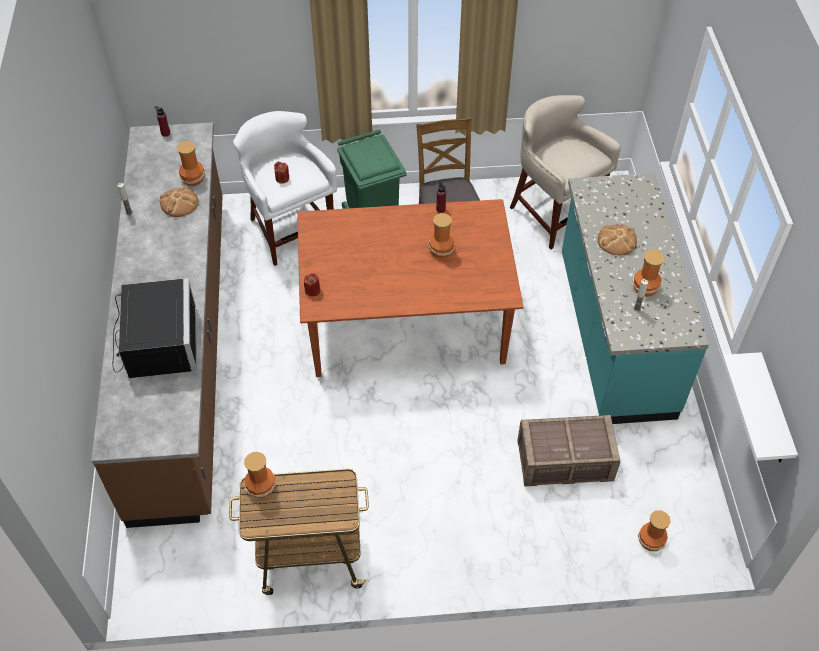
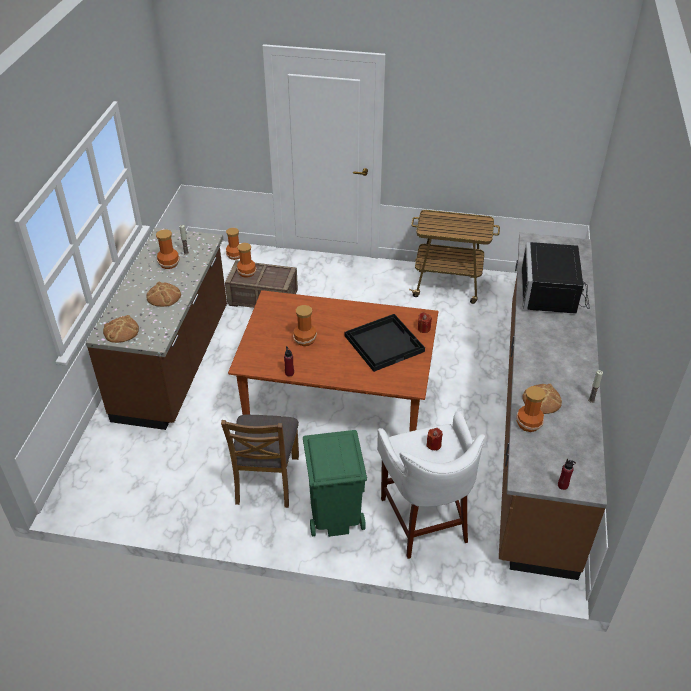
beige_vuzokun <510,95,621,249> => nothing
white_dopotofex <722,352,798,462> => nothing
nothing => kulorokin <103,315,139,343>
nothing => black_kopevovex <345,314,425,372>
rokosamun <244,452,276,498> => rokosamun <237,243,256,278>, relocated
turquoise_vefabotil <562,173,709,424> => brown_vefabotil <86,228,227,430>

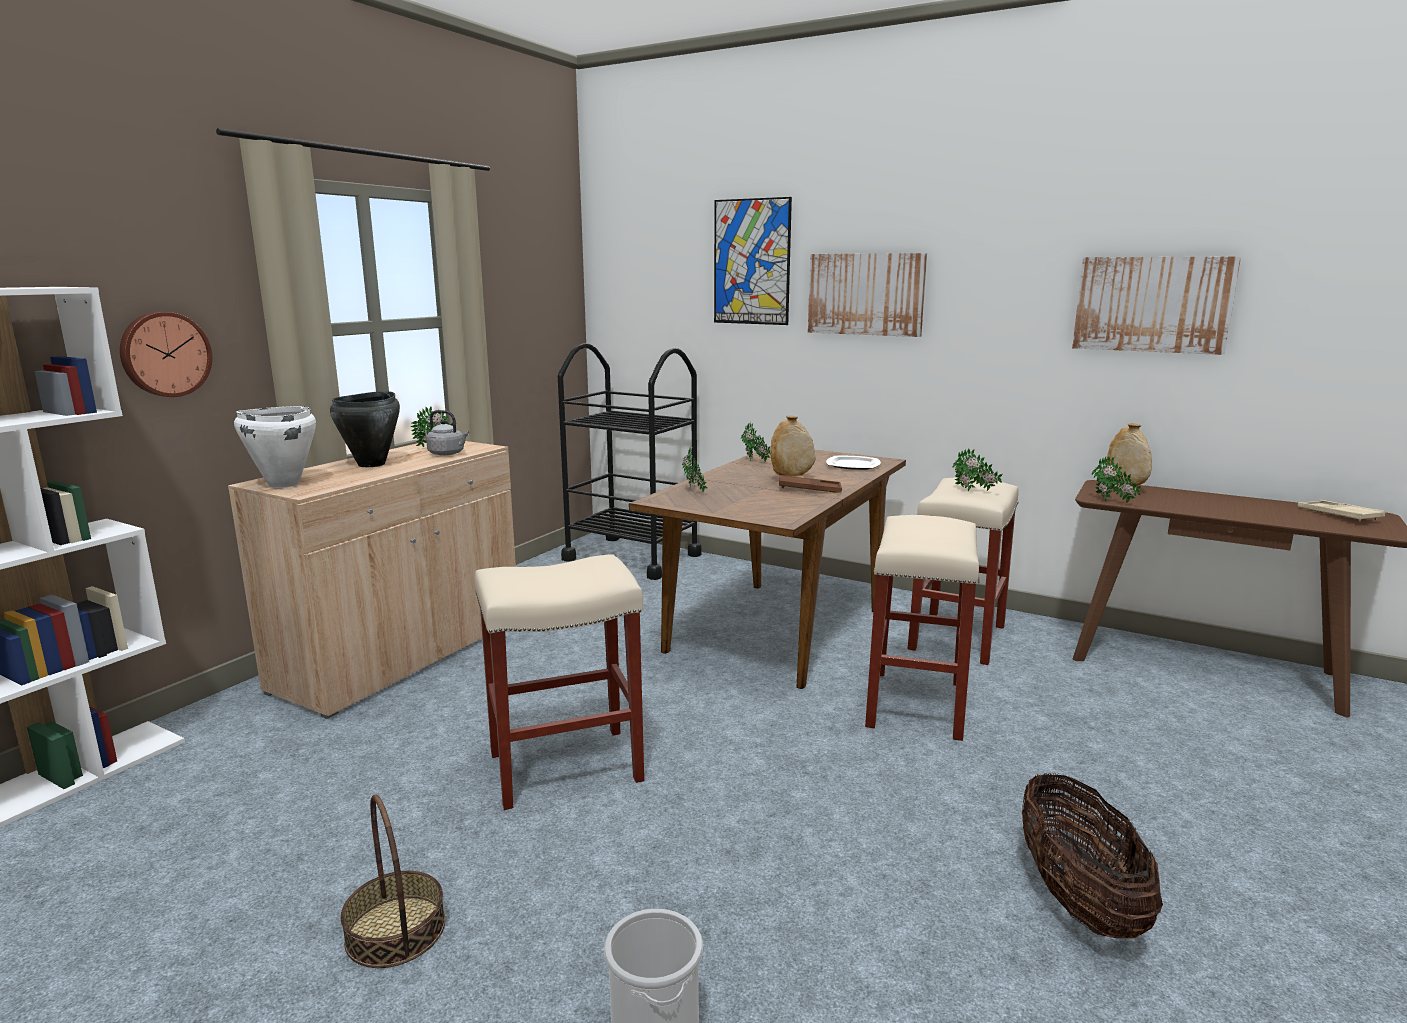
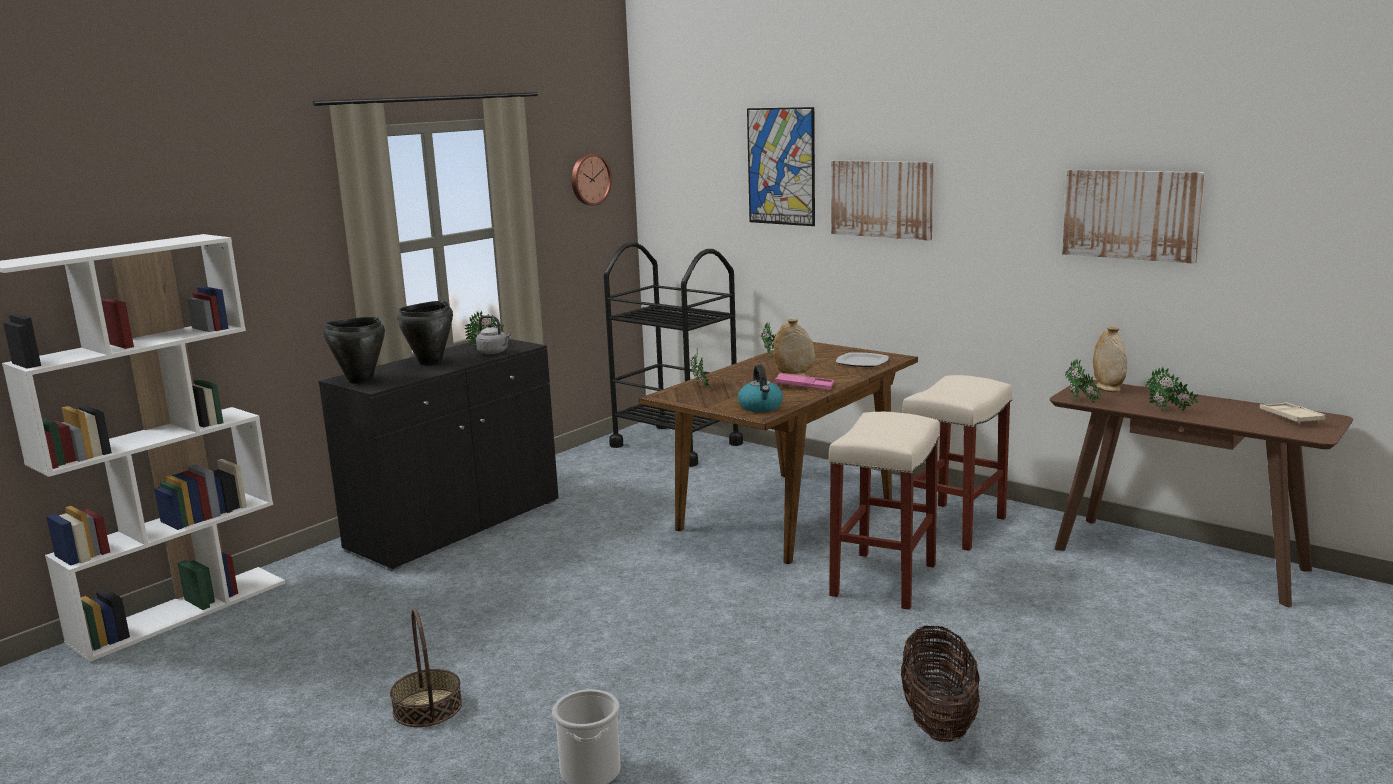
beige_vuzokun <475,554,644,810> => nothing
nothing => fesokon <738,365,783,412>
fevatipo <120,312,212,397> => fevatipo <572,154,612,206>, relocated
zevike <953,448,1003,491> => zevike <1146,367,1198,411>, relocated
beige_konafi <228,441,516,719> => black_konafi <319,339,559,571>
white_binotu <234,406,316,488> => black_binotu <324,317,385,384>
brown_kopevovex <779,475,842,493> => pink_kopevovex <775,373,834,390>

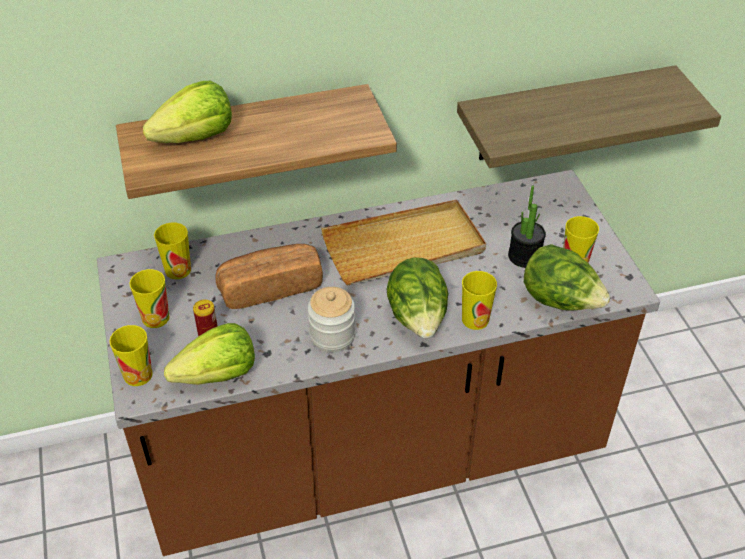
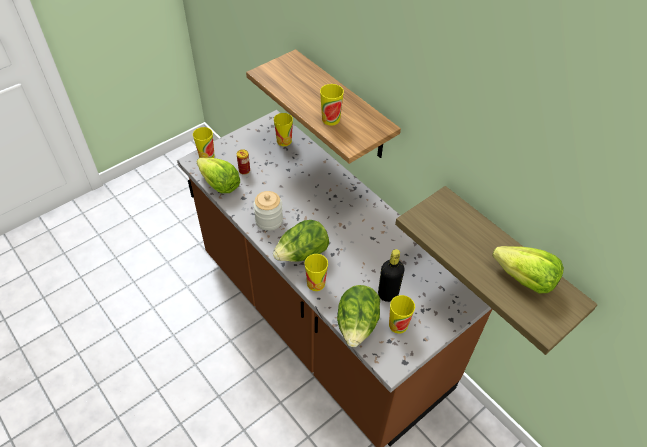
kulorokin <216,244,323,309> => nothing
beige_kopevovex <321,200,486,285> => nothing
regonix <129,269,170,328> => regonix <320,84,344,126>, relocated
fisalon <143,81,232,143> => fisalon <492,246,564,294>, relocated
zevike <508,185,546,268> => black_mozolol <378,249,405,302>

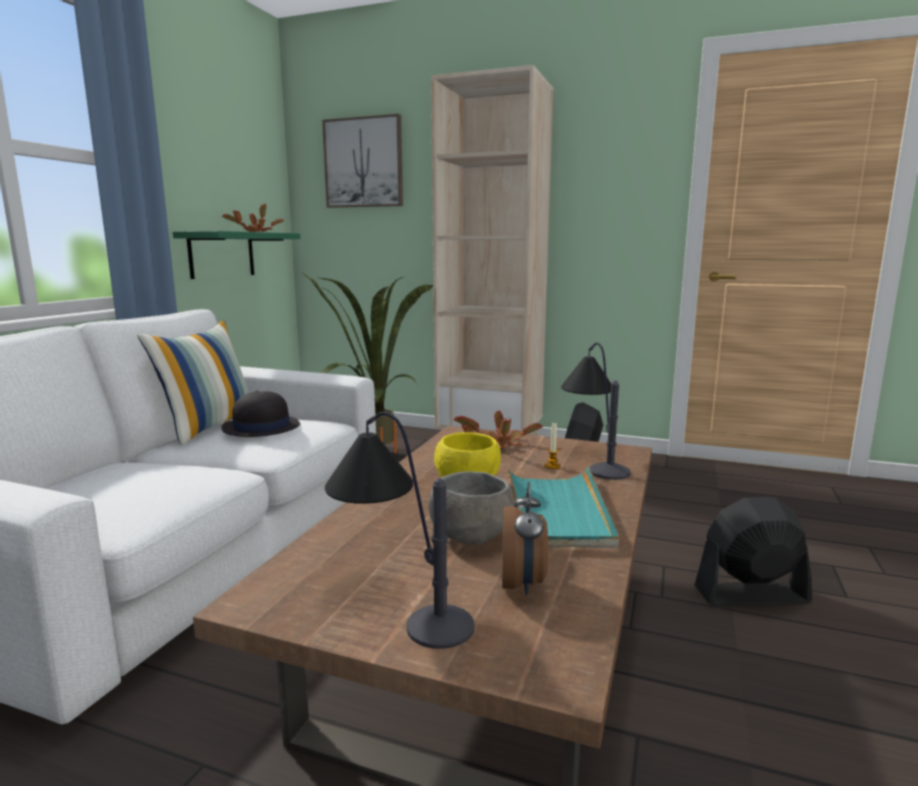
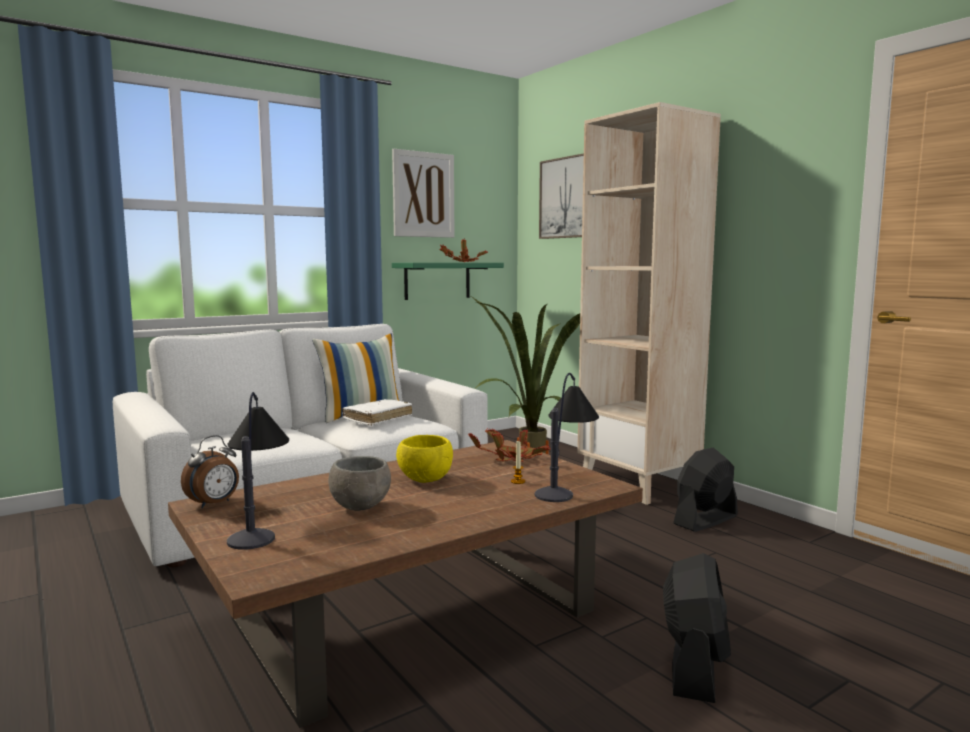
turquoise_kopevovex <507,467,619,548> => nothing
nothing => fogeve <392,149,454,238>
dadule <502,482,548,596> => dadule <181,435,239,508>, relocated
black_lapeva <221,390,300,437> => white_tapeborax <342,399,412,426>
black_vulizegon <694,497,812,607> => black_vulizegon <663,553,731,703>, 75 degrees clockwise

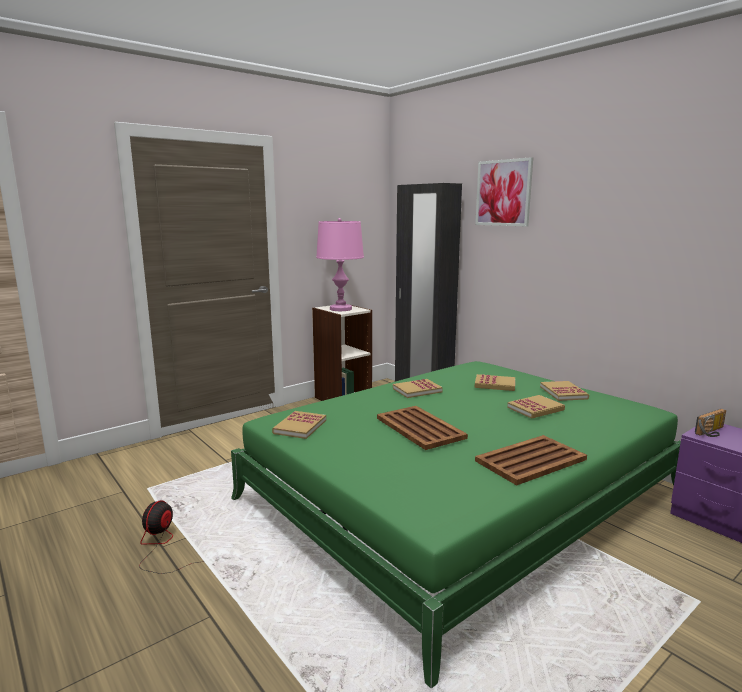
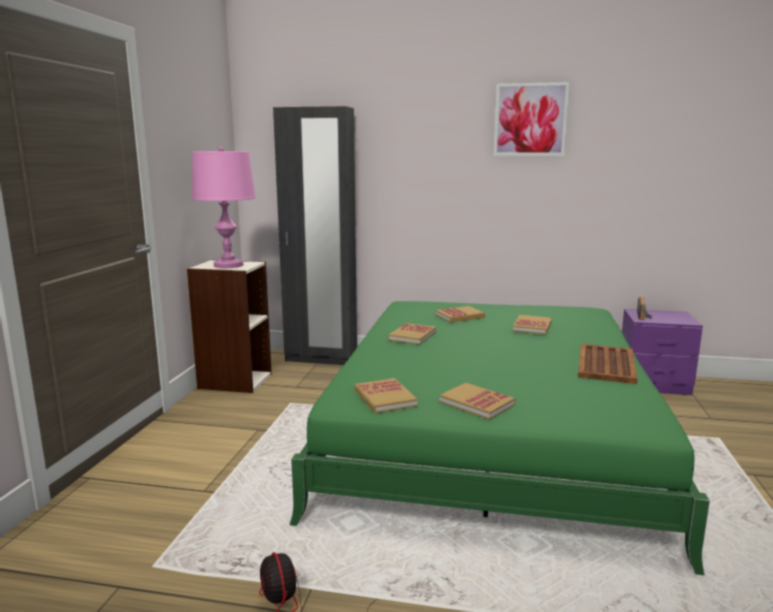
brown_kopevovex <377,406,468,450> => nothing
fogeve <475,157,533,226> => fogeve <494,82,569,156>, relocated
tapeborax <540,381,589,401> => tapeborax <439,383,516,420>, relocated

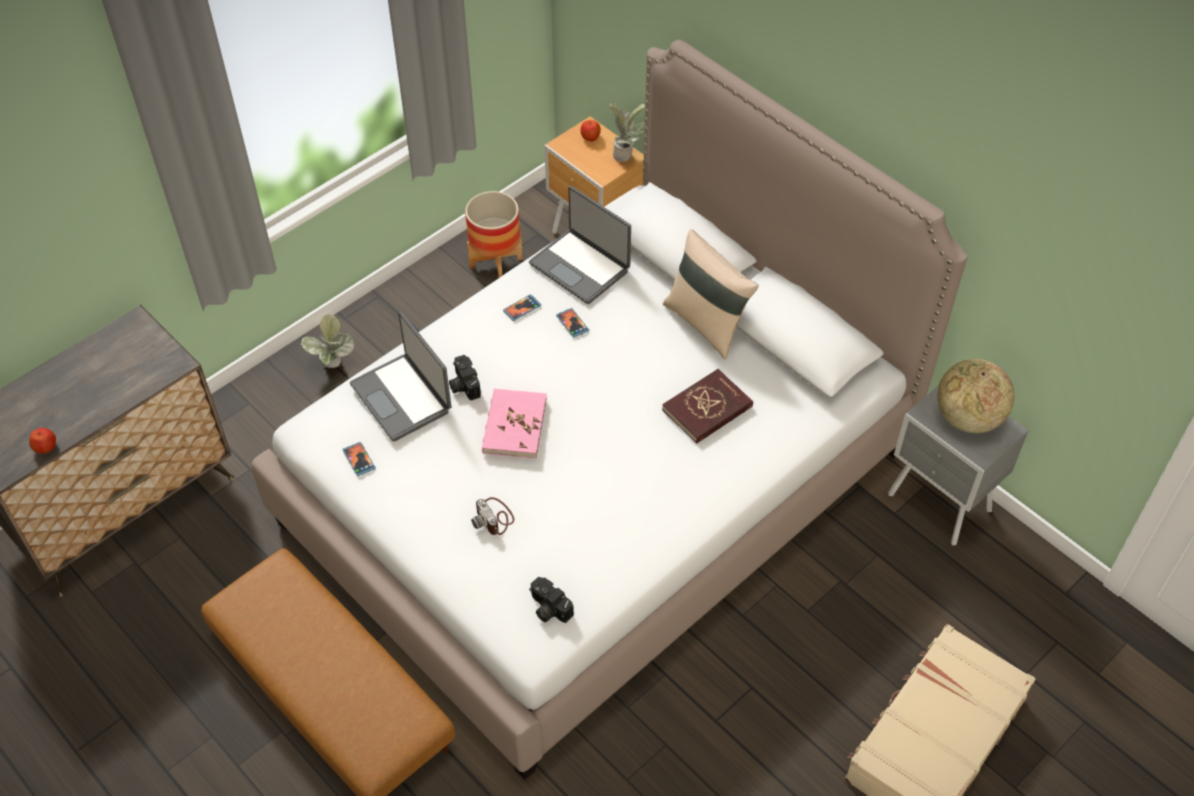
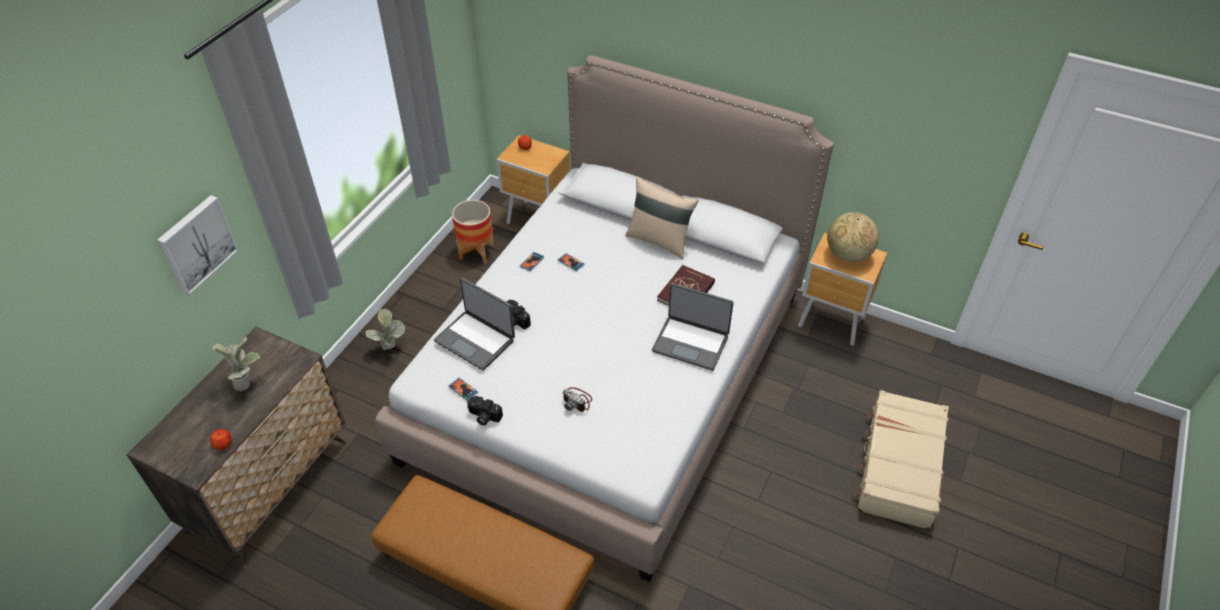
pink_tapeborax <482,388,547,459> => nothing
nothing => fogeve <157,195,239,295>
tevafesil <529,186,631,304> => tevafesil <652,283,734,371>, relocated
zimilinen <529,577,574,623> => zimilinen <467,396,503,425>, relocated
zevike <609,103,645,162> => zevike <212,337,260,391>, relocated
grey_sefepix <888,385,1029,546> => brown_sefepix <798,233,887,346>

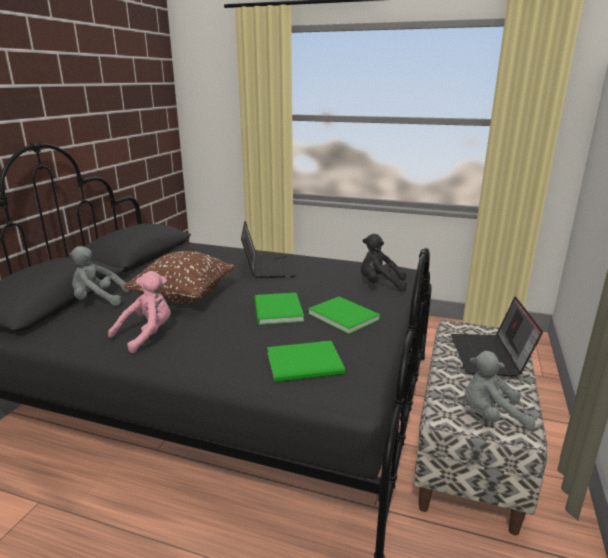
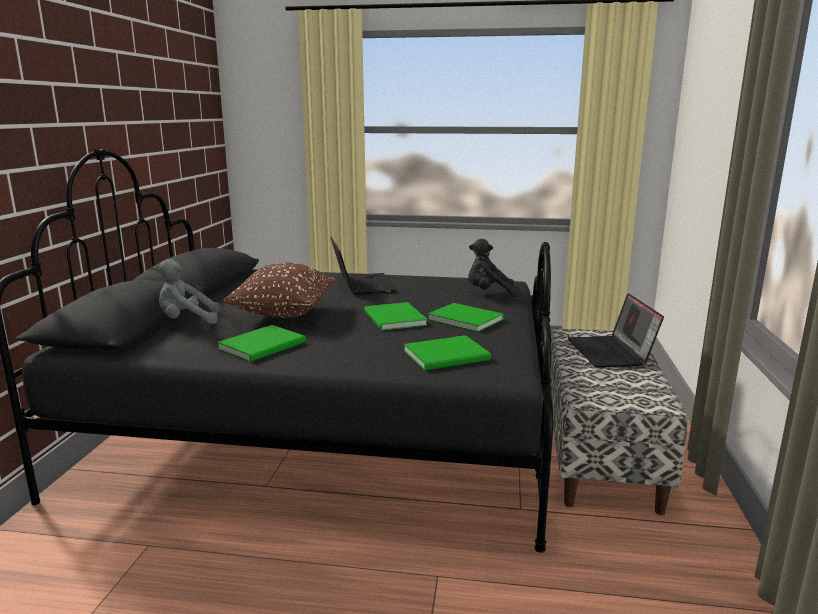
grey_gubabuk <465,351,536,430> => nothing
pink_gubabuk <108,271,171,353> => green_tapeborax <217,325,306,362>

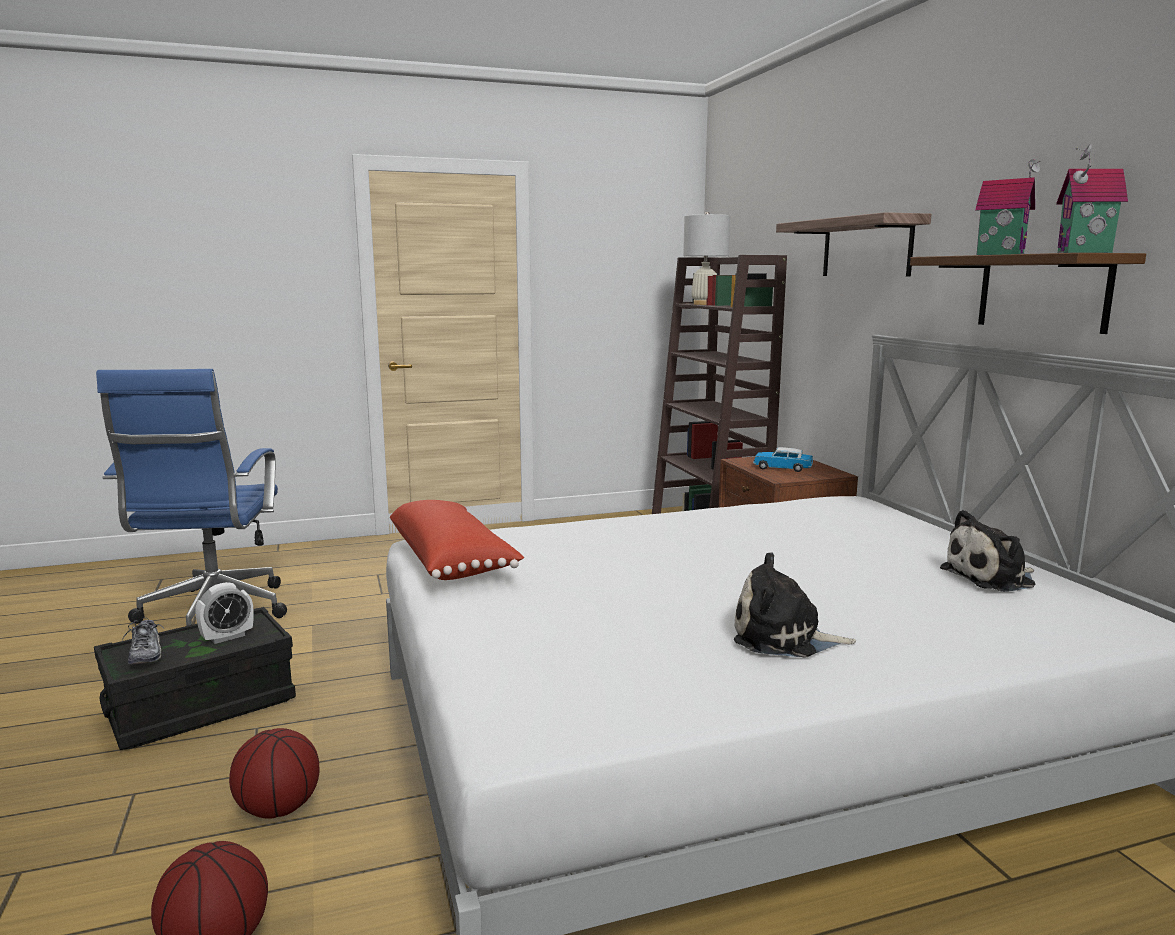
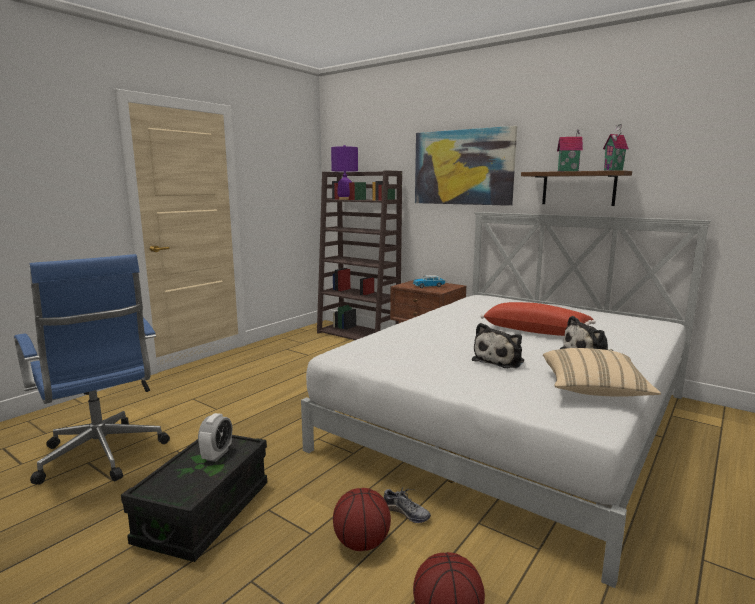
nothing => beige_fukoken <543,348,661,397>
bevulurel <122,618,164,665> => bevulurel <383,487,431,523>, relocated
red_fukoken <390,500,524,580> => red_fukoken <480,302,596,336>, relocated
gubabuk <940,510,1035,592> => gubabuk <472,323,524,368>, relocated
dopotofex <776,212,932,276> => fogeve <415,126,517,206>
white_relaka <683,212,730,305> => purple_relaka <331,145,358,200>

